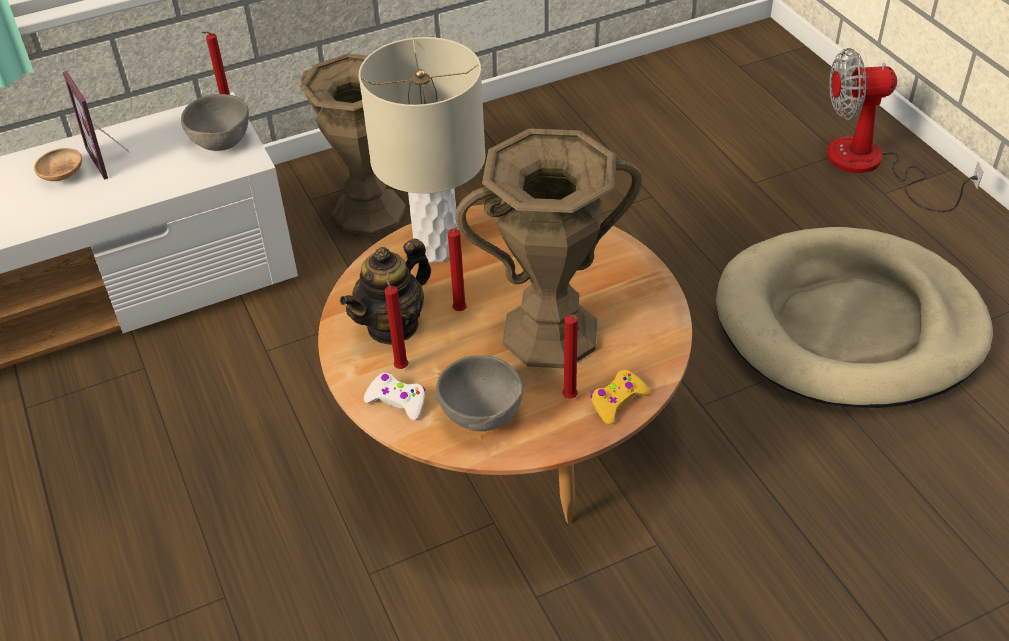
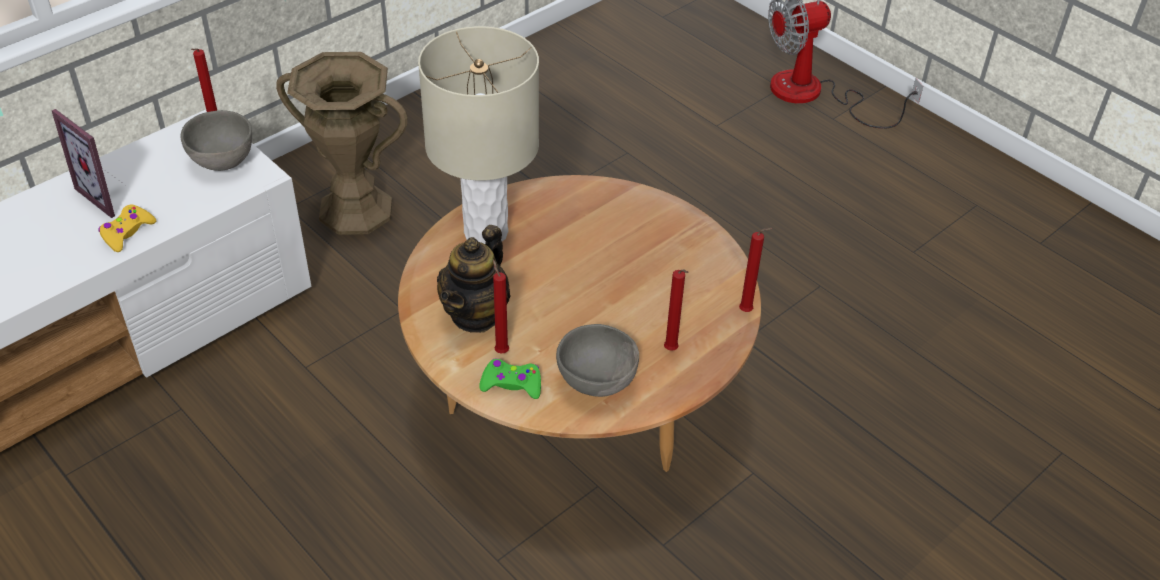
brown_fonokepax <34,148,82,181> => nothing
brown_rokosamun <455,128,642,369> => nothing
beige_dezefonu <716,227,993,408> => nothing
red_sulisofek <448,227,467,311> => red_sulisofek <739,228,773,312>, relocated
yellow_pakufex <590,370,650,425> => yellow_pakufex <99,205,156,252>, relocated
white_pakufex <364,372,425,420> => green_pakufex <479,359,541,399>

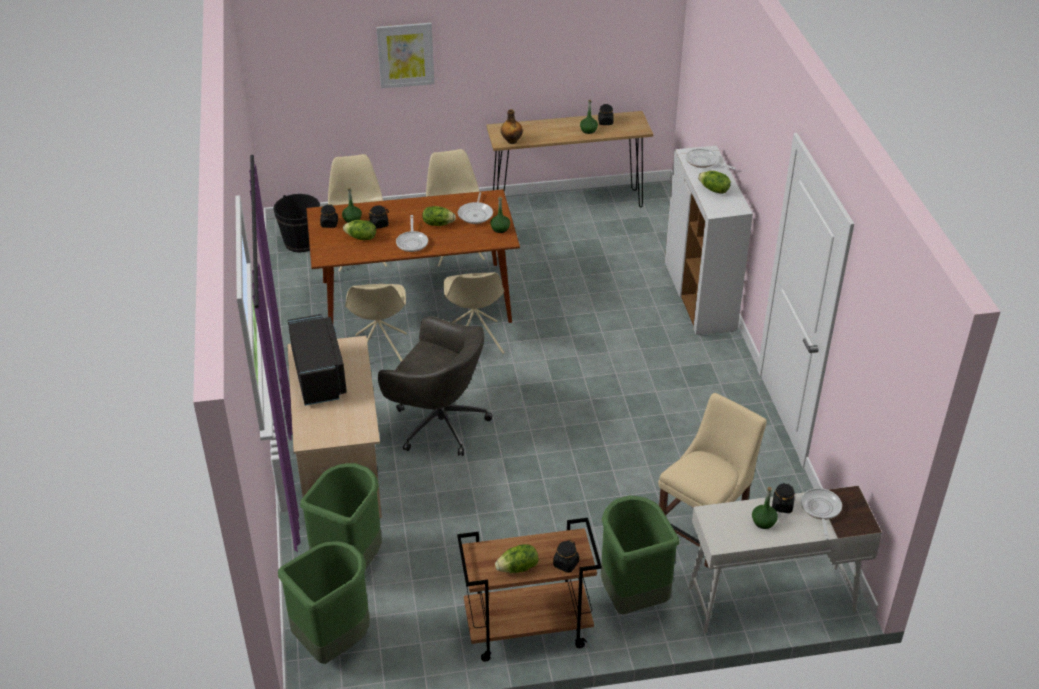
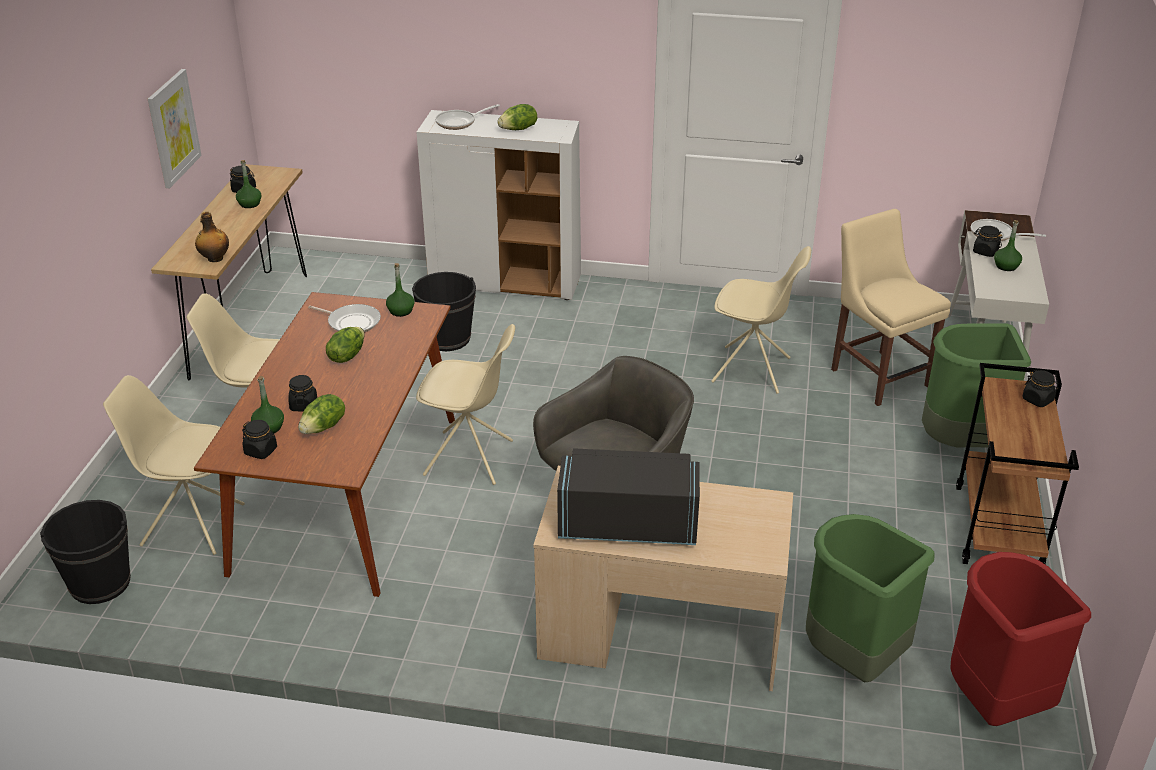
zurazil <396,215,428,252> => nothing
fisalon <495,544,539,573> => nothing
nothing => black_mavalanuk <412,272,476,351>
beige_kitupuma <345,284,407,362> => beige_kitupuma <711,246,811,394>, relocated
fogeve <376,23,435,89> => fogeve <148,69,202,188>, relocated
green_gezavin <278,541,370,664> => red_gezavin <950,552,1091,726>

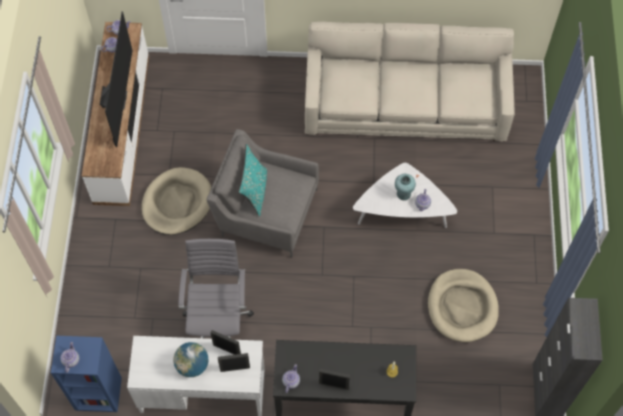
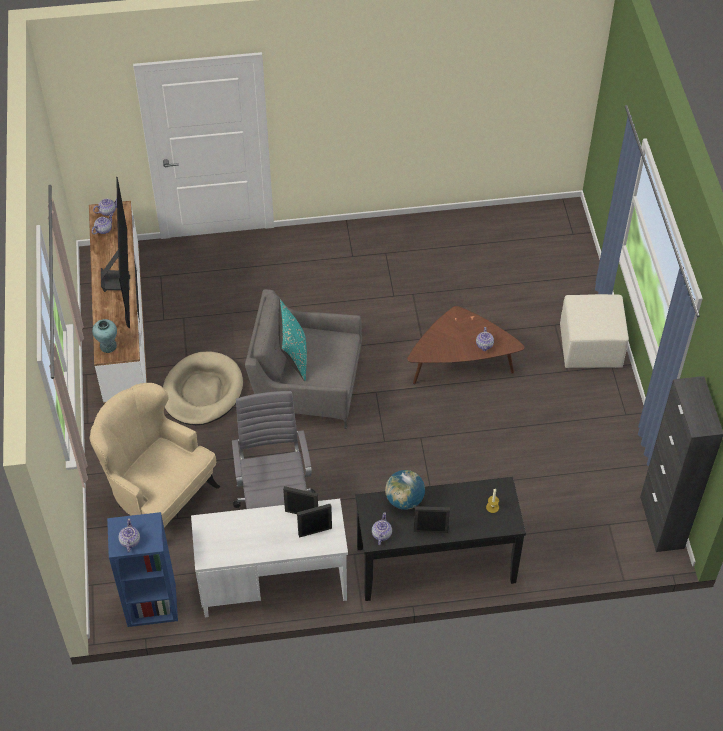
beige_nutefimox <305,22,515,141> => nothing
beige_dezefonu <428,269,499,343> => nothing
nothing => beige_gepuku <89,383,220,527>
nothing => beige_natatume <560,294,629,368>
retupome <173,342,208,377> => retupome <385,470,425,510>, relocated
turquoise_rokosamun <395,174,416,200> => turquoise_rokosamun <92,319,117,353>, relocated
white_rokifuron <353,163,457,228> => brown_rokifuron <407,306,525,384>

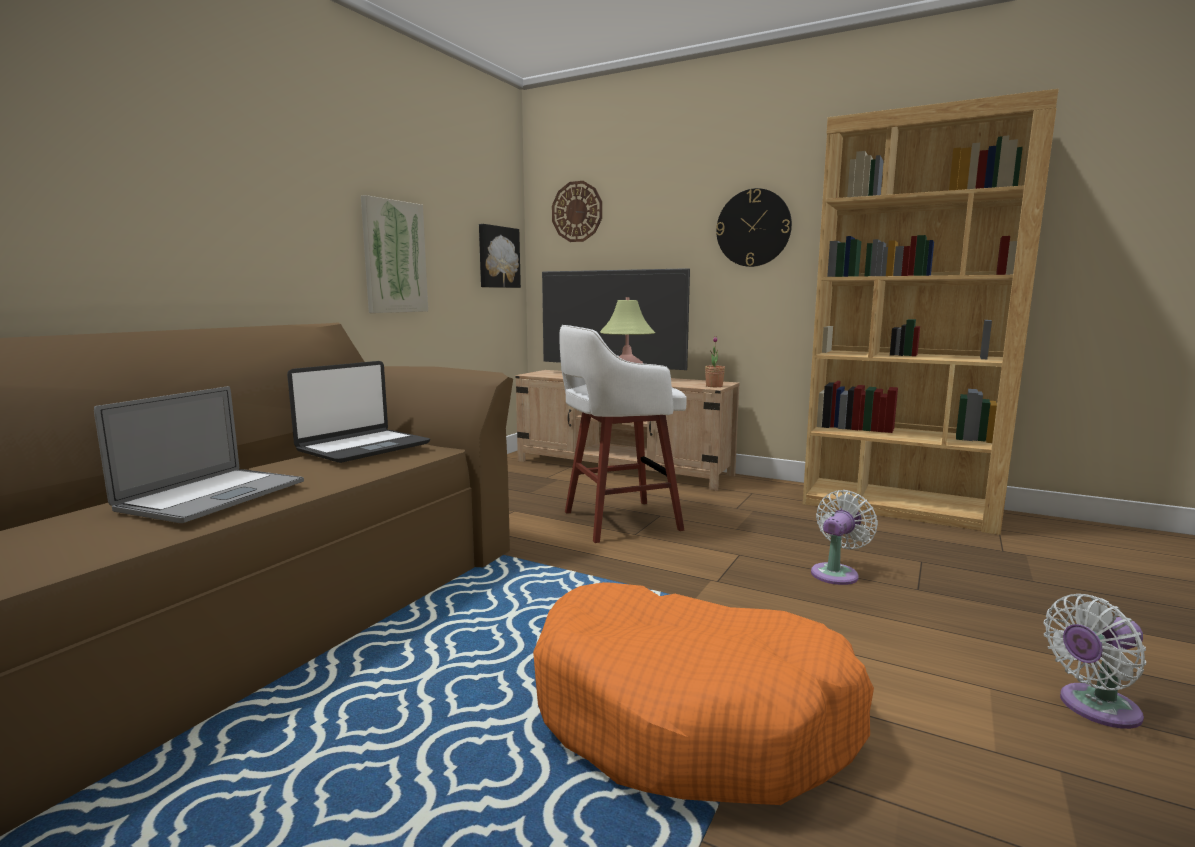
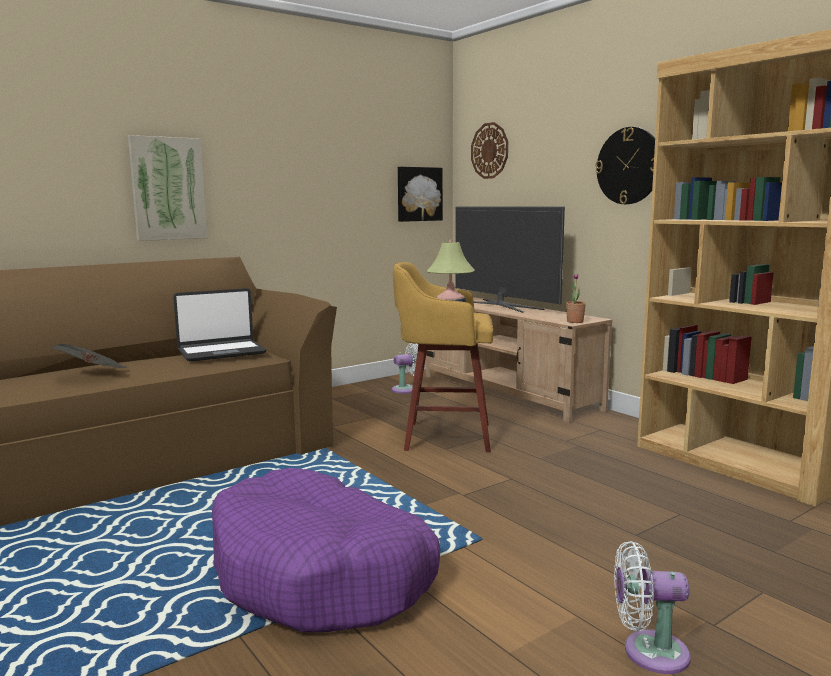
fogeve <361,195,428,313> => fogeve <128,135,208,241>, relocated
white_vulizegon <811,490,878,585> => white_vulizegon <392,343,425,394>, relocated
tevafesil <94,386,304,523> => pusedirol <52,344,127,368>
orange_dezefonu <533,582,874,805> => purple_dezefonu <212,468,440,632>
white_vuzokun <559,325,687,543> => yellow_vuzokun <393,262,493,452>

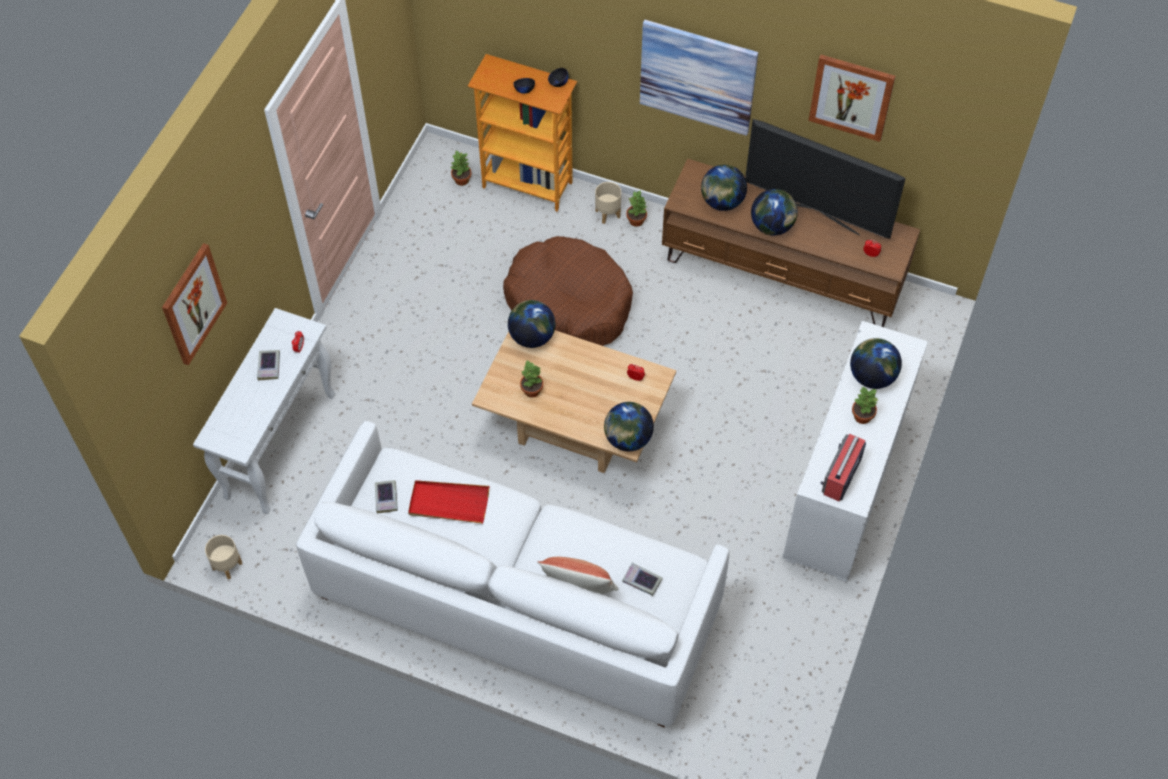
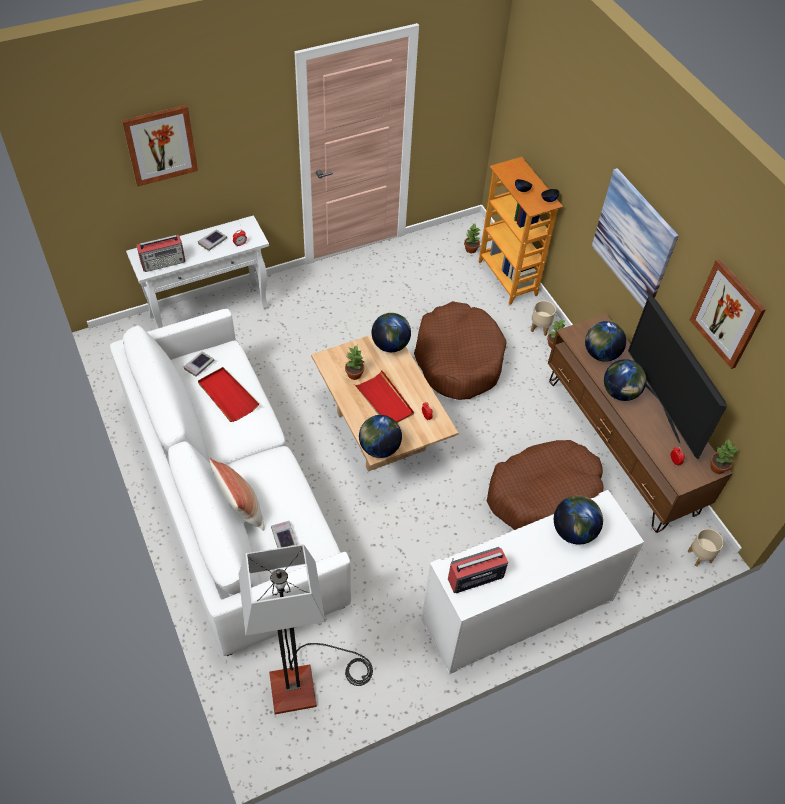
nothing => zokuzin <136,235,185,272>
nothing => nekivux <239,544,373,714>
nothing => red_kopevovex <355,370,414,423>
nothing => brown_dezefonu <487,440,604,530>
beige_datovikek <205,535,242,579> => beige_datovikek <688,529,723,567>, relocated
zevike <852,386,878,424> => zevike <710,440,737,474>, relocated

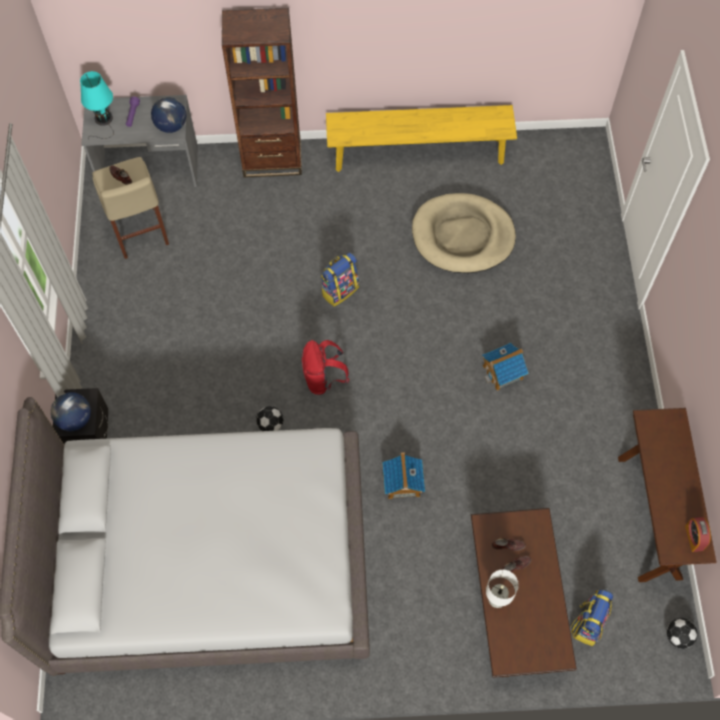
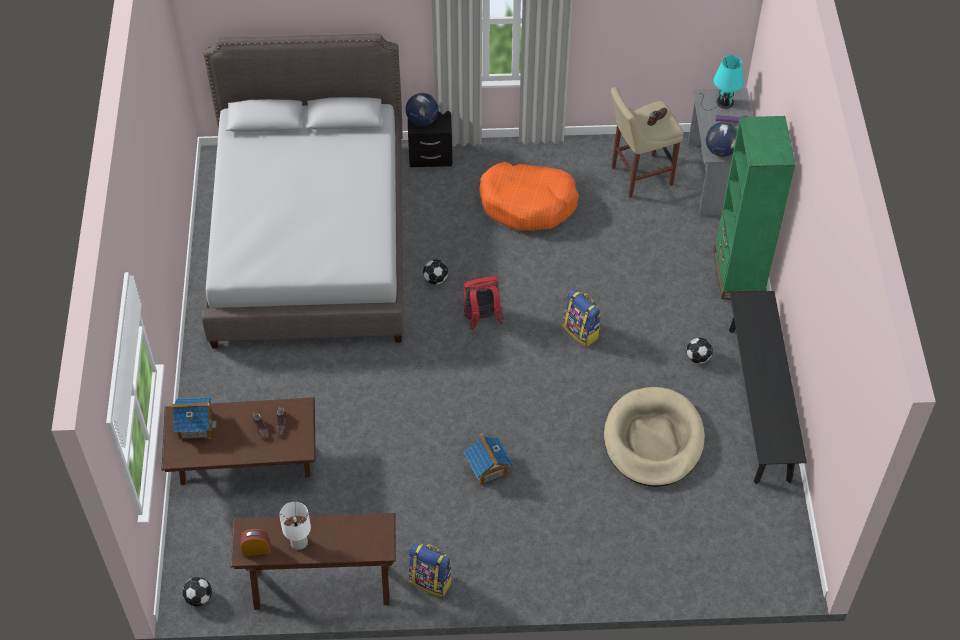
nothing => orange_dezefonu <479,162,579,231>
nothing => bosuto <686,338,713,364>
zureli <382,452,425,499> => zureli <171,397,217,440>, relocated
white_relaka <486,570,519,608> => white_relaka <279,502,311,550>, relocated
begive <571,590,613,646> => begive <408,543,453,598>, relocated
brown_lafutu <222,8,302,178> => green_lafutu <714,116,796,299>
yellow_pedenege <326,105,517,172> => black_pedenege <729,291,807,484>

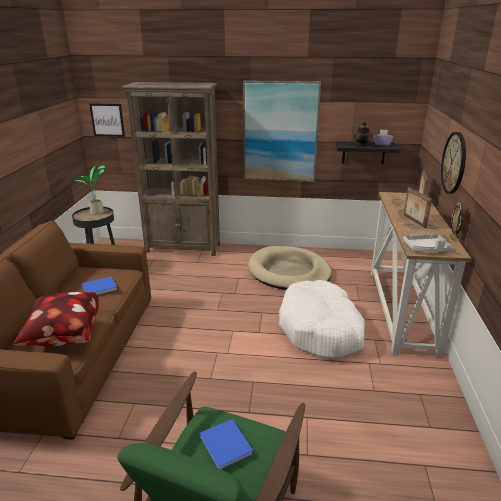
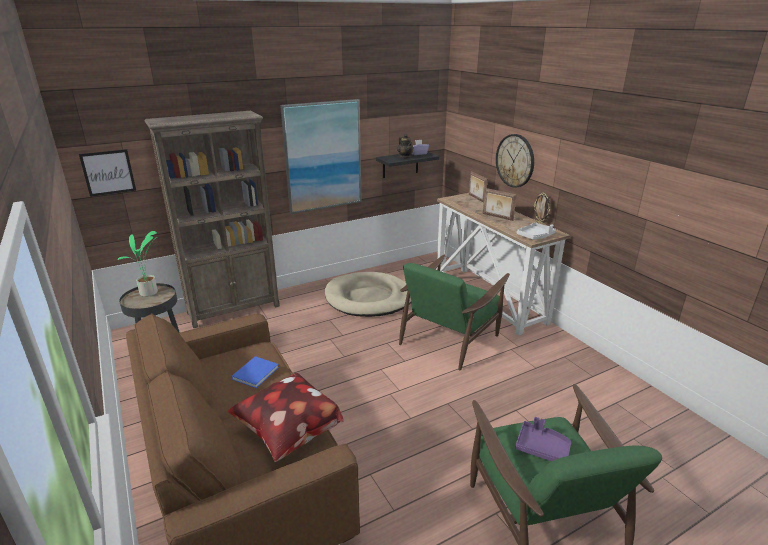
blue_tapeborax <200,419,253,469> => purple_kopevovex <515,417,571,461>
white_dezefonu <279,280,365,358> => green_gepuku <399,255,510,371>

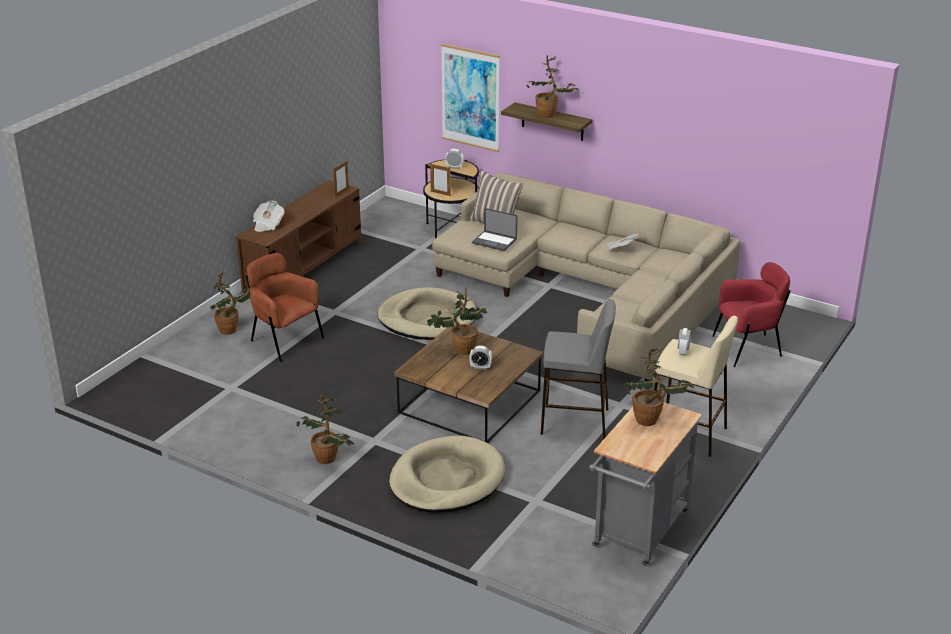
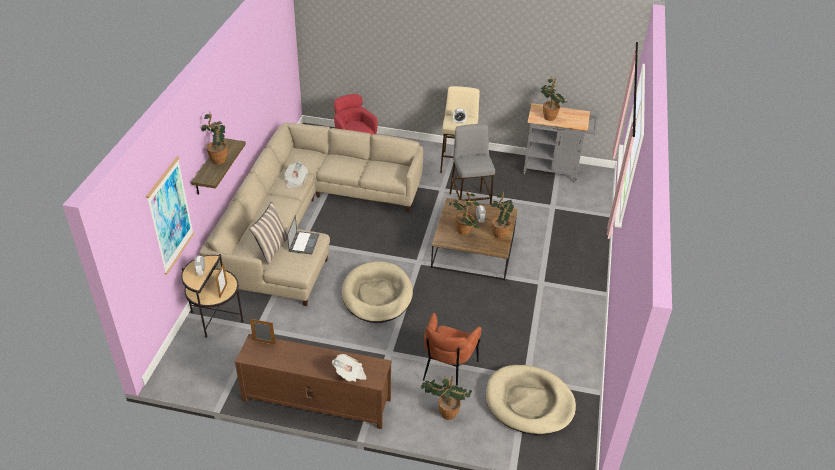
zevike <296,395,354,464> => zevike <491,192,514,239>, relocated
beige_dezefonu <389,435,505,512> => beige_dezefonu <486,365,576,435>, relocated

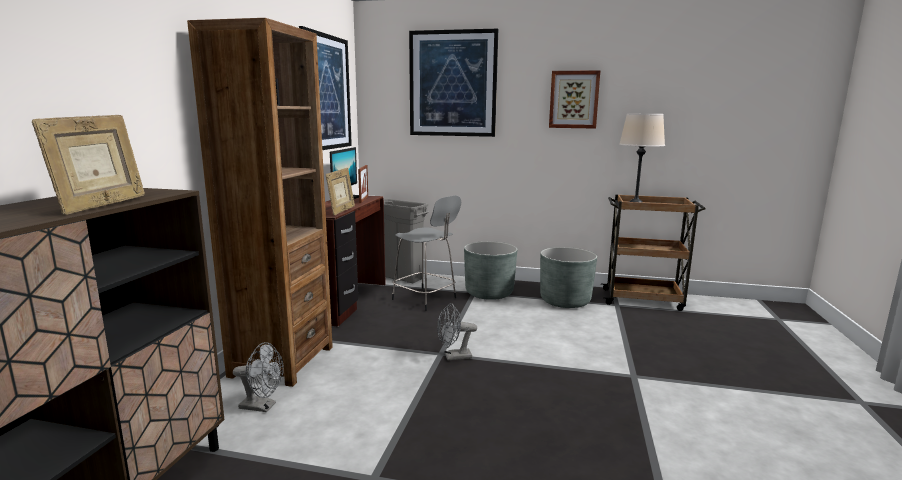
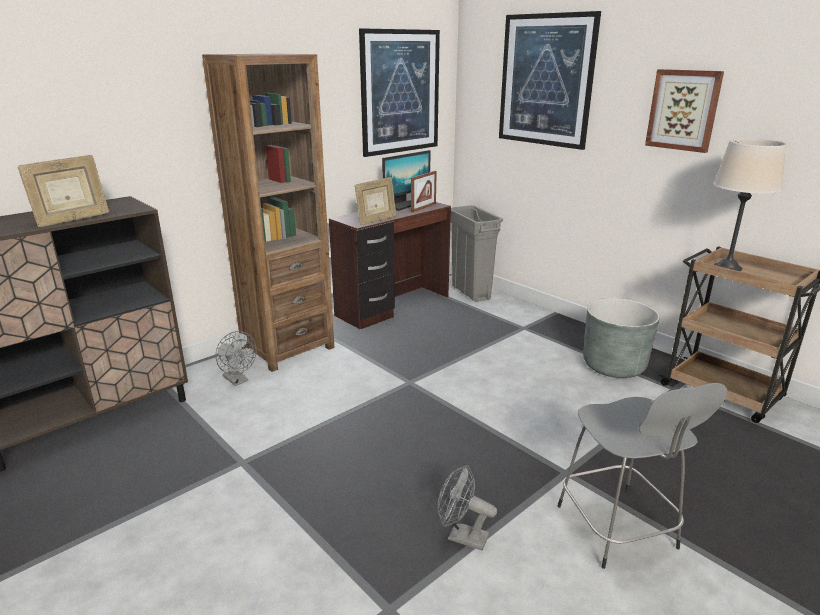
grey_datovikek <464,241,518,300> => nothing
grey_vuzokun <392,195,461,311> => grey_vuzokun <558,383,727,569>, relocated
grey_vulizegon <437,303,477,360> => grey_vulizegon <437,465,497,550>, relocated

